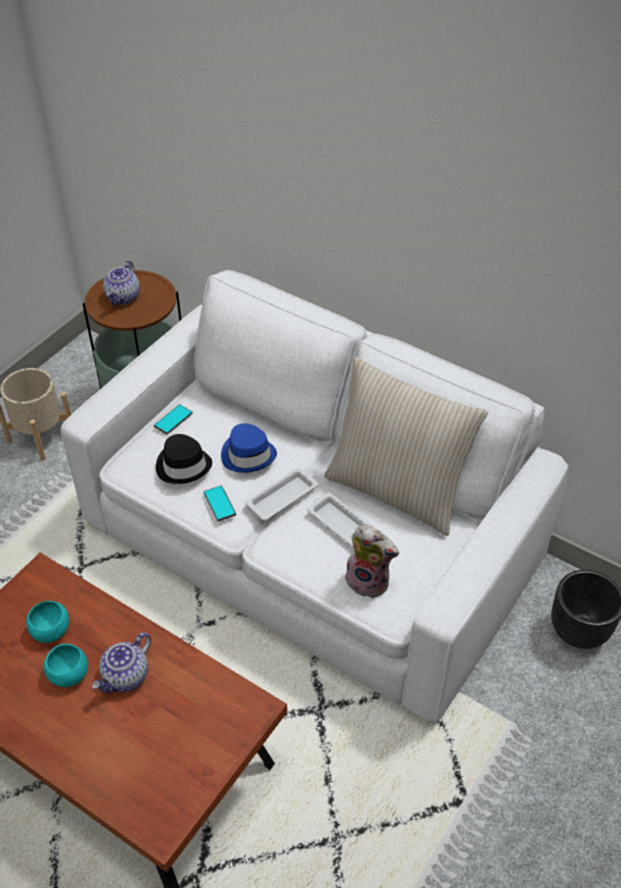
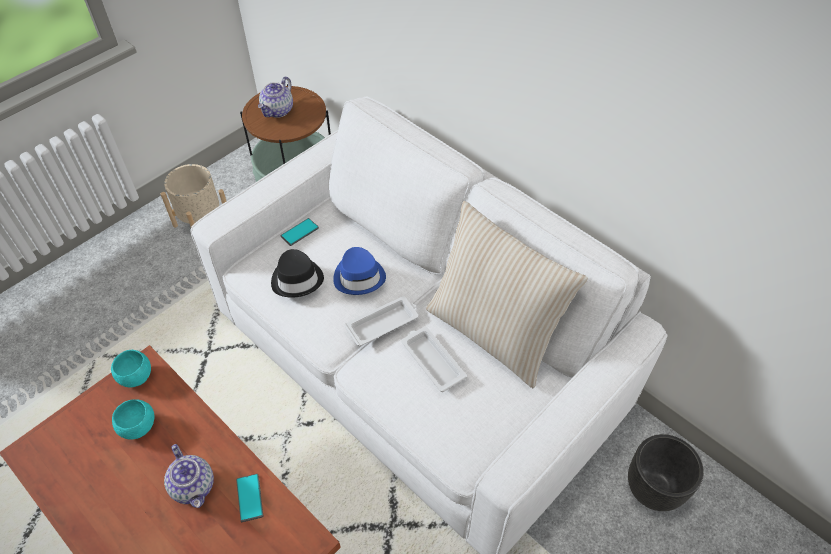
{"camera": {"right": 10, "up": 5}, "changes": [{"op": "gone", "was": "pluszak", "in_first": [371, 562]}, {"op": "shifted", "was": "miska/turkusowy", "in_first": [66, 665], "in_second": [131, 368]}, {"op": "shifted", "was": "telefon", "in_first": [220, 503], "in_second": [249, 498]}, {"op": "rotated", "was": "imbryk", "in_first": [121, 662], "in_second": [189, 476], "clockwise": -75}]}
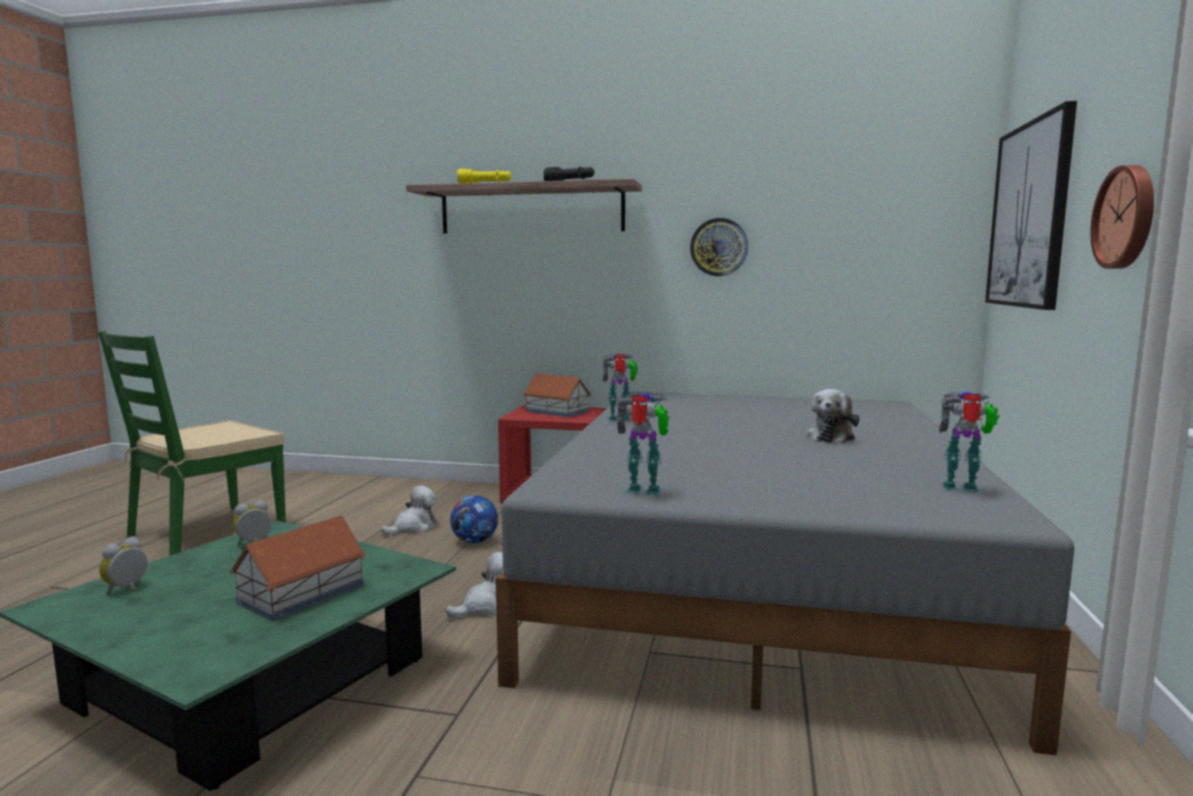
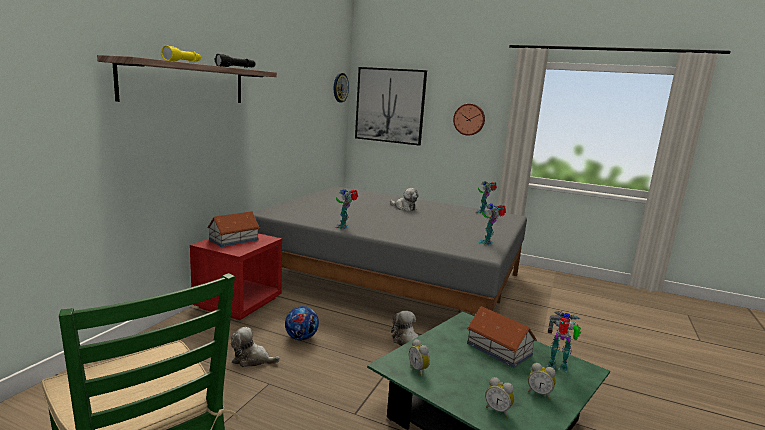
{"camera": {"right": -80, "up": 5}, "changes": [{"op": "new", "now": "budzik", "in_second": [542, 381]}, {"op": "new", "now": "robot zabawkowy", "in_second": [563, 341]}, {"op": "shifted", "was": "zegar ścienny", "in_first": [719, 247], "in_second": [341, 87]}, {"op": "rotated", "was": "pluszak", "in_first": [408, 510], "in_second": [255, 347], "clockwise": -45}]}
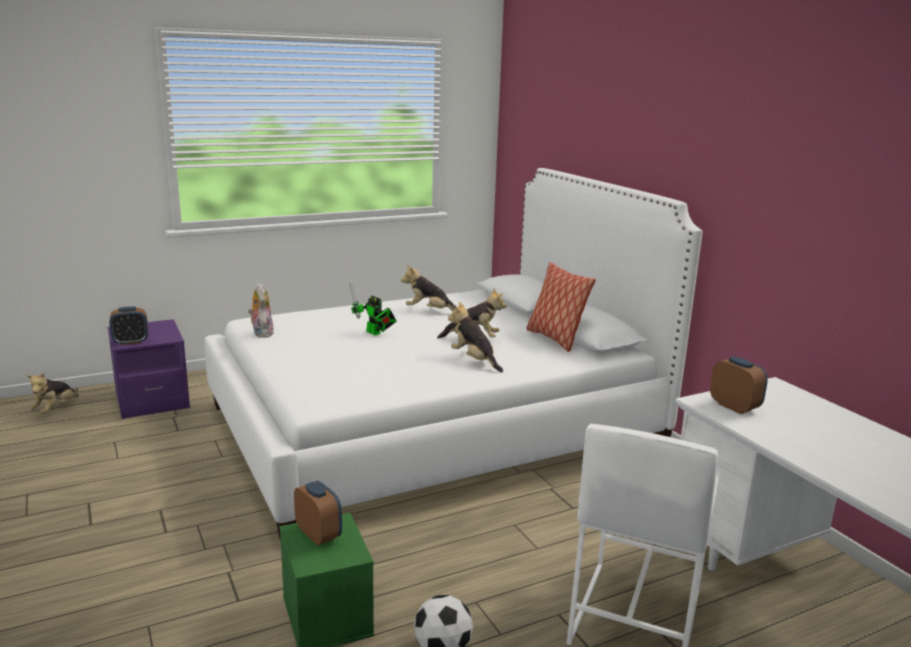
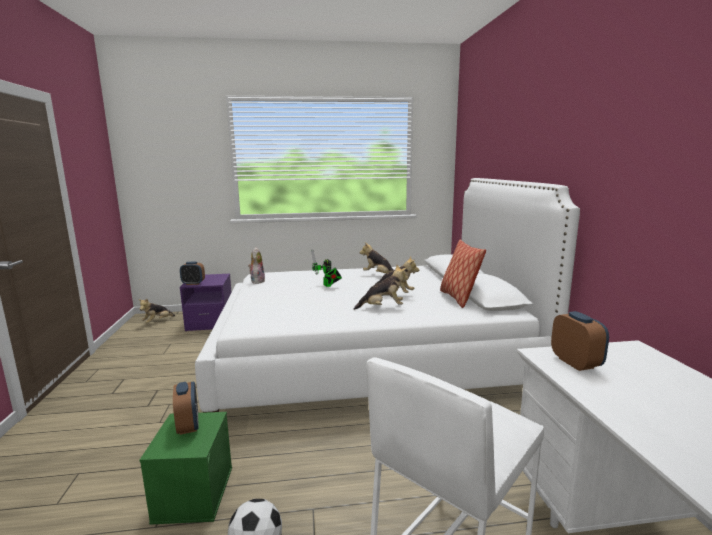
{"camera": {"right": 20, "up": -5}, "changes": [{"op": "rotated", "was": "pluszak", "in_first": [475, 337], "in_second": [380, 287], "clockwise": 105}]}
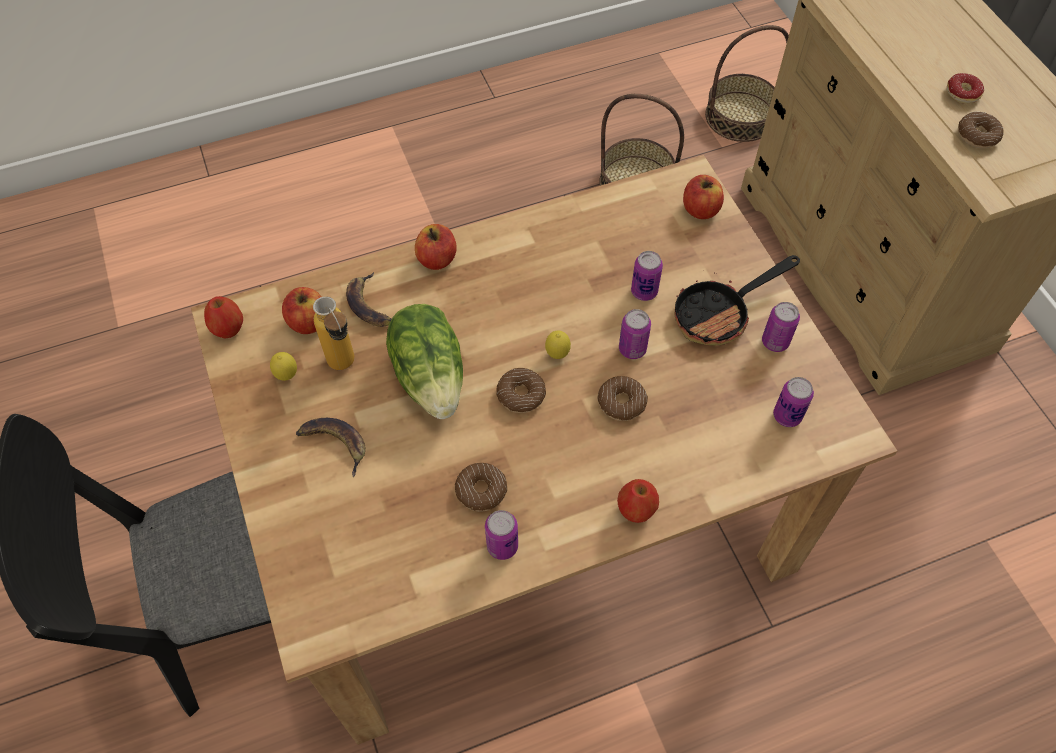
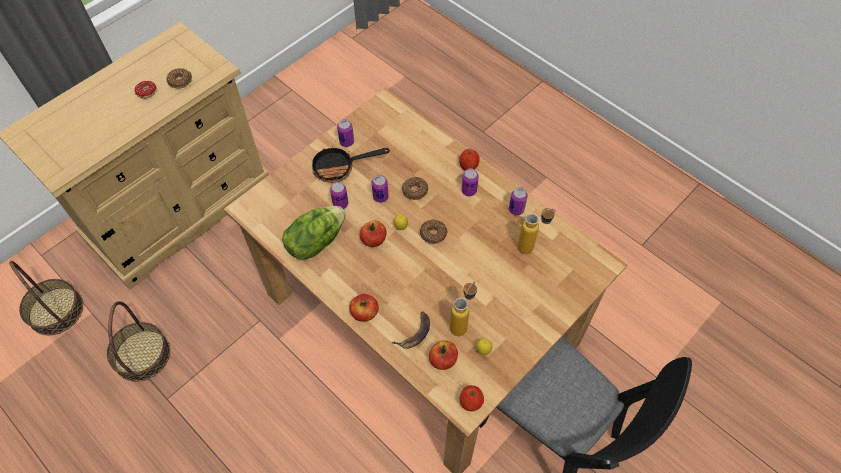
{"camera": {"right": -115, "up": 0}, "changes": [{"op": "gone", "was": "banan", "in_first": [331, 447]}, {"op": "gone", "was": "donut", "in_first": [481, 487]}, {"op": "new", "now": "butelka", "in_second": [536, 231]}, {"op": "shifted", "was": "sałata", "in_first": [424, 361], "in_second": [313, 232]}, {"op": "shifted", "was": "jabłko", "in_first": [703, 197], "in_second": [373, 233]}, {"op": "shifted", "was": "puszka", "in_first": [793, 402], "in_second": [470, 182]}, {"op": "rotated", "was": "patelnia", "in_first": [737, 300], "in_second": [351, 164], "clockwise": 135}]}
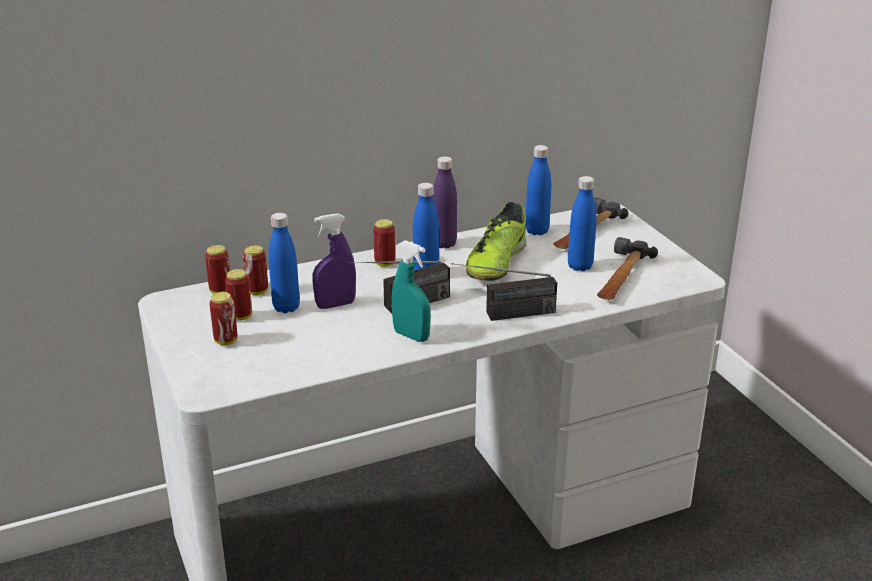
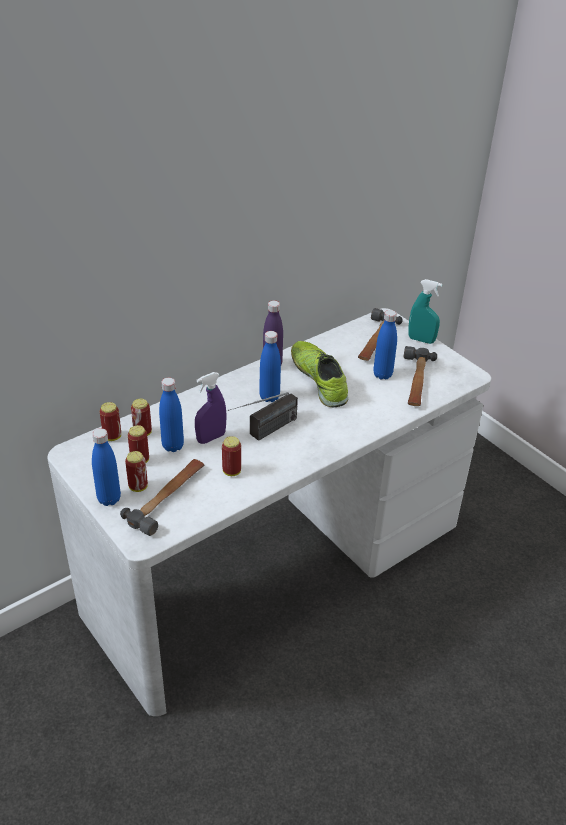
{"camera": {"right": -15, "up": 10}, "changes": [{"op": "gone", "was": "radio", "in_first": [504, 292]}, {"op": "new", "now": "młotek", "in_second": [162, 497]}, {"op": "shifted", "was": "puszka", "in_first": [384, 243], "in_second": [231, 456]}, {"op": "shifted", "was": "spryskiwacz/turkusowy", "in_first": [411, 291], "in_second": [425, 311]}, {"op": "shifted", "was": "butelka/niebieski", "in_first": [538, 190], "in_second": [106, 467]}, {"op": "rotated", "was": "but", "in_first": [496, 241], "in_second": [319, 374], "clockwise": 150}]}
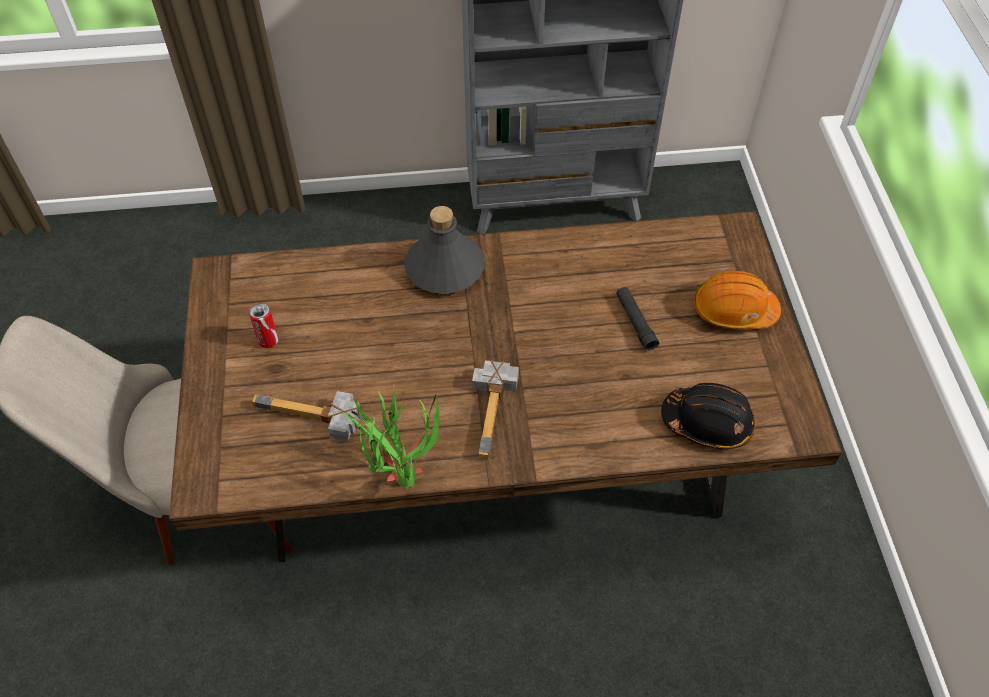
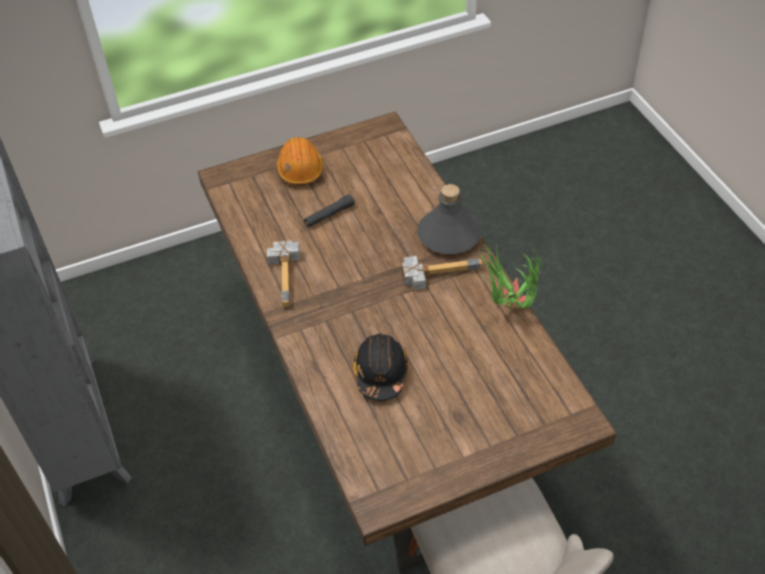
{"camera": {"right": -105, "up": -5}, "changes": [{"op": "gone", "was": "puszka", "in_first": [264, 325]}, {"op": "shifted", "was": "młotek", "in_first": [306, 416], "in_second": [283, 273]}, {"op": "shifted", "was": "butelka/szary", "in_first": [444, 250], "in_second": [449, 219]}, {"op": "shifted", "was": "kask/czarny", "in_first": [708, 416], "in_second": [380, 367]}]}
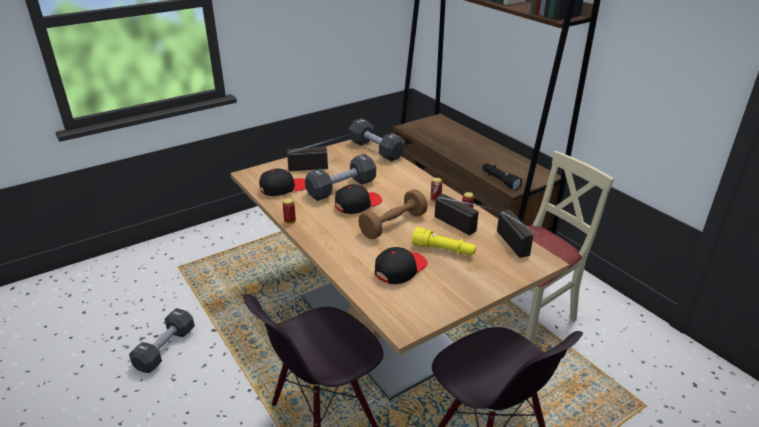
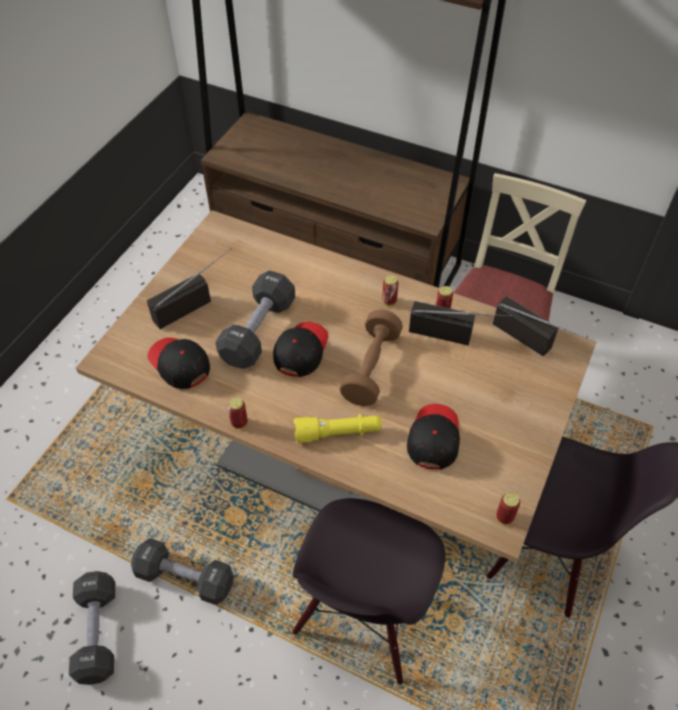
{"camera": {"right": -30, "up": 20}, "changes": [{"op": "gone", "was": "latarka/czarny", "in_first": [502, 177]}, {"op": "new", "now": "puszka", "in_second": [508, 509]}, {"op": "shifted", "was": "hantel/czarny", "in_first": [377, 140], "in_second": [182, 571]}, {"op": "shifted", "was": "latarka/żółty", "in_first": [444, 241], "in_second": [338, 428]}, {"op": "rotated", "was": "czapka z daszkiem/czarny", "in_first": [282, 182], "in_second": [178, 363], "clockwise": -75}]}
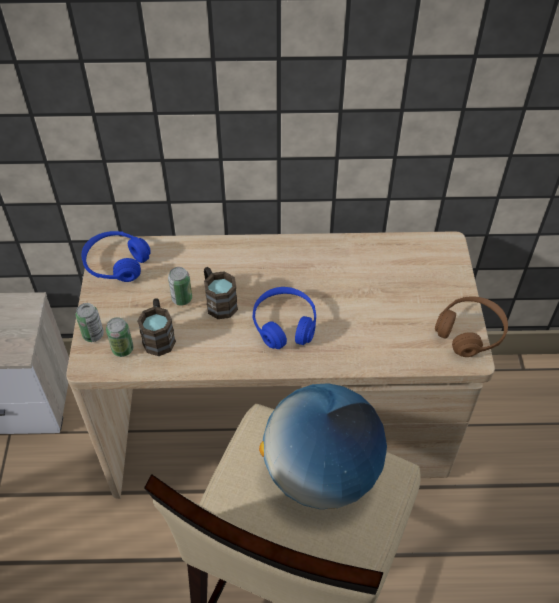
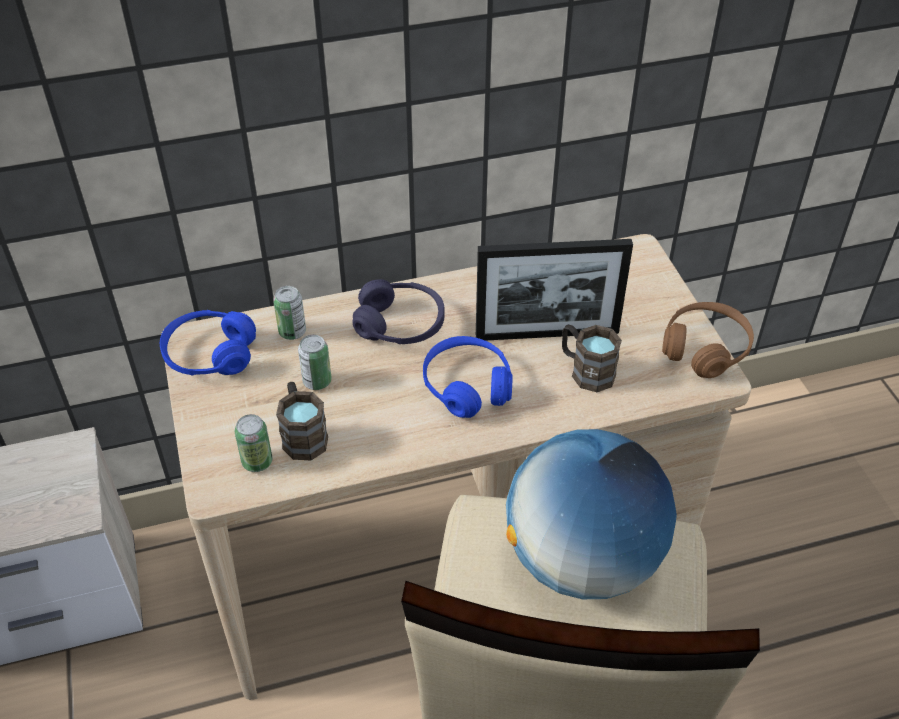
{"camera": {"right": -15, "up": -5}, "changes": [{"op": "new", "now": "słuchawki/fioletowy", "in_second": [398, 311]}, {"op": "new", "now": "ramka na zdjęcie", "in_second": [554, 290]}, {"op": "shifted", "was": "puszka", "in_first": [90, 322], "in_second": [289, 313]}, {"op": "shifted", "was": "kubek/brązowy", "in_first": [221, 293], "in_second": [592, 358]}]}
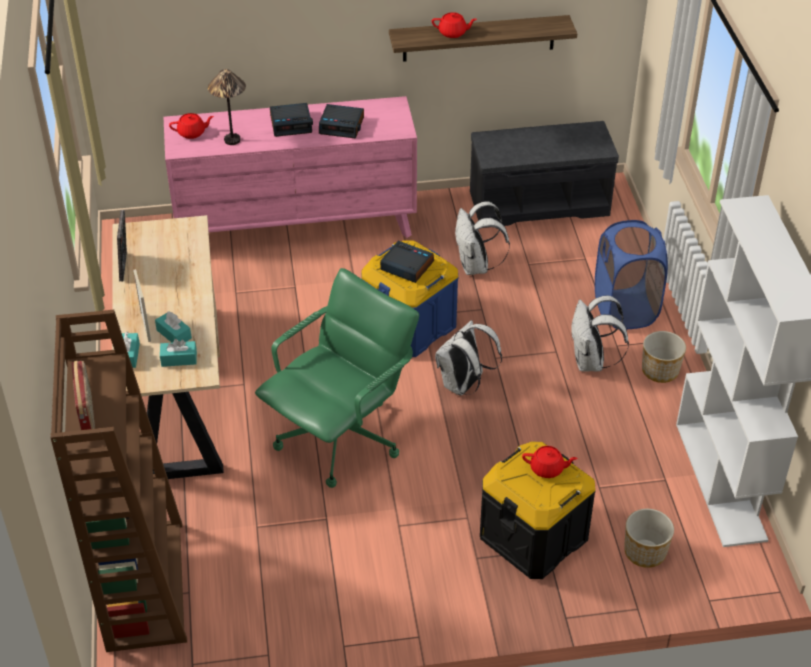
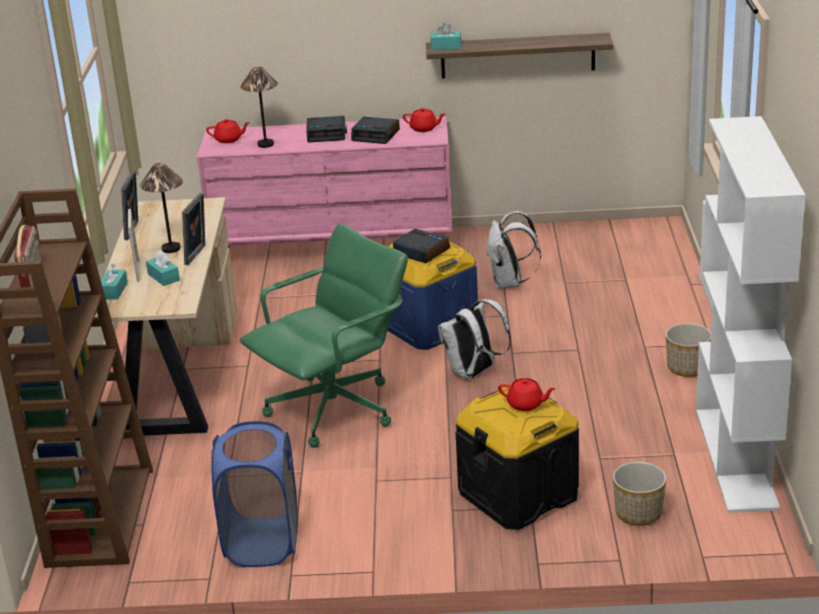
{"camera": {"right": 10, "up": -15}, "changes": [{"op": "gone", "was": "ławka/szary", "in_first": [544, 174]}, {"op": "gone", "was": "plecak/biały", "in_first": [600, 333]}, {"op": "new", "now": "lampa stołowa", "in_second": [161, 208]}, {"op": "new", "now": "ramka na zdjęcie", "in_second": [193, 229]}, {"op": "shifted", "was": "pudełko chusteczek/turkusowy", "in_first": [178, 353], "in_second": [446, 36]}, {"op": "shifted", "was": "imbryk/czerwony", "in_first": [454, 25], "in_second": [424, 120]}, {"op": "shifted", "was": "kosz na pranie/niebieski", "in_first": [631, 275], "in_second": [254, 494]}]}
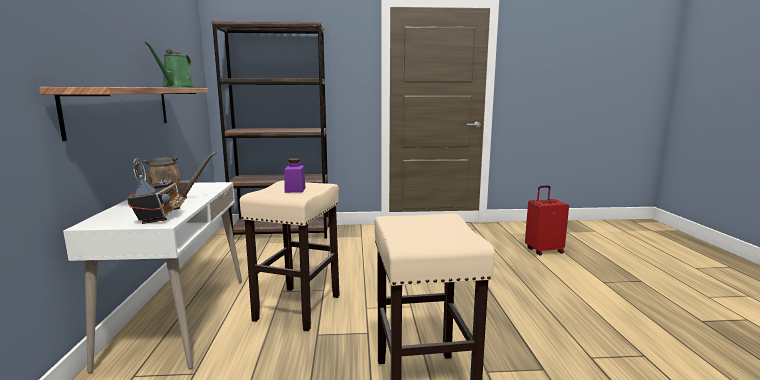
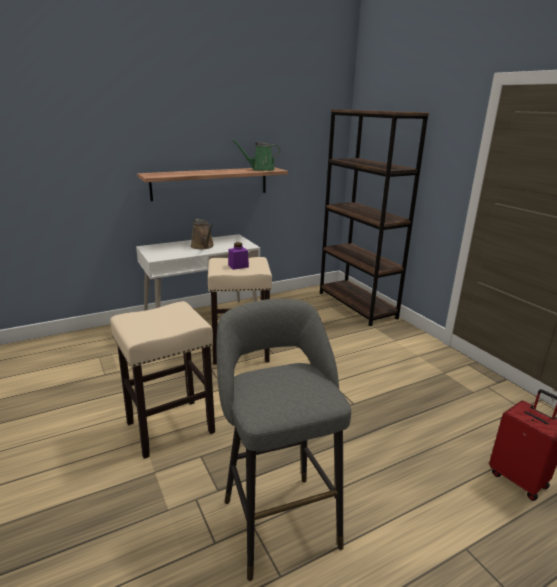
{"camera": {"right": 65, "up": 10}, "changes": [{"op": "gone", "was": "radio", "in_first": [155, 191]}, {"op": "new", "now": "stołek/szary", "in_second": [283, 440]}]}
